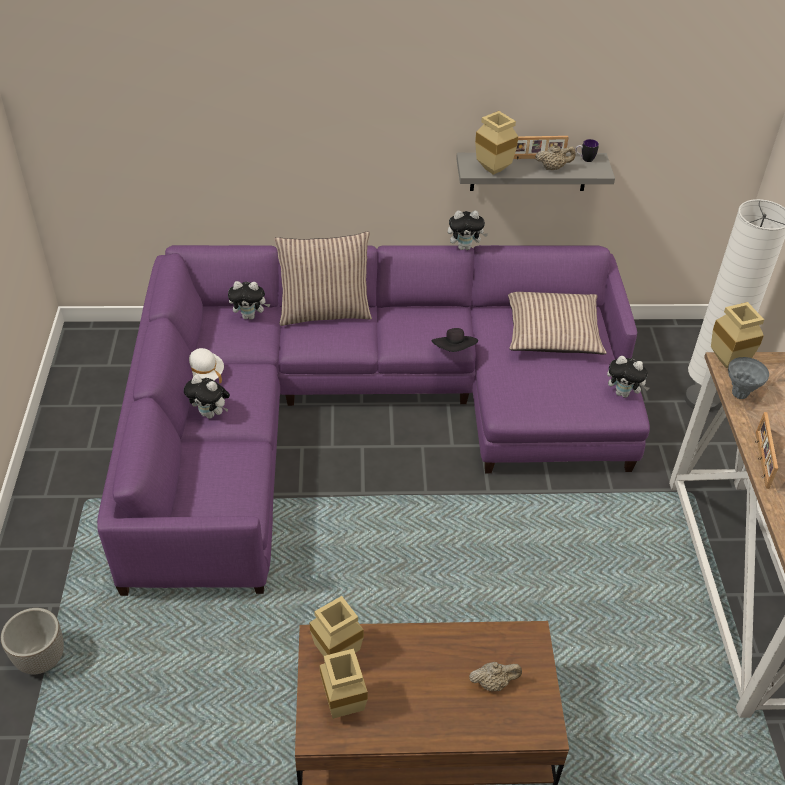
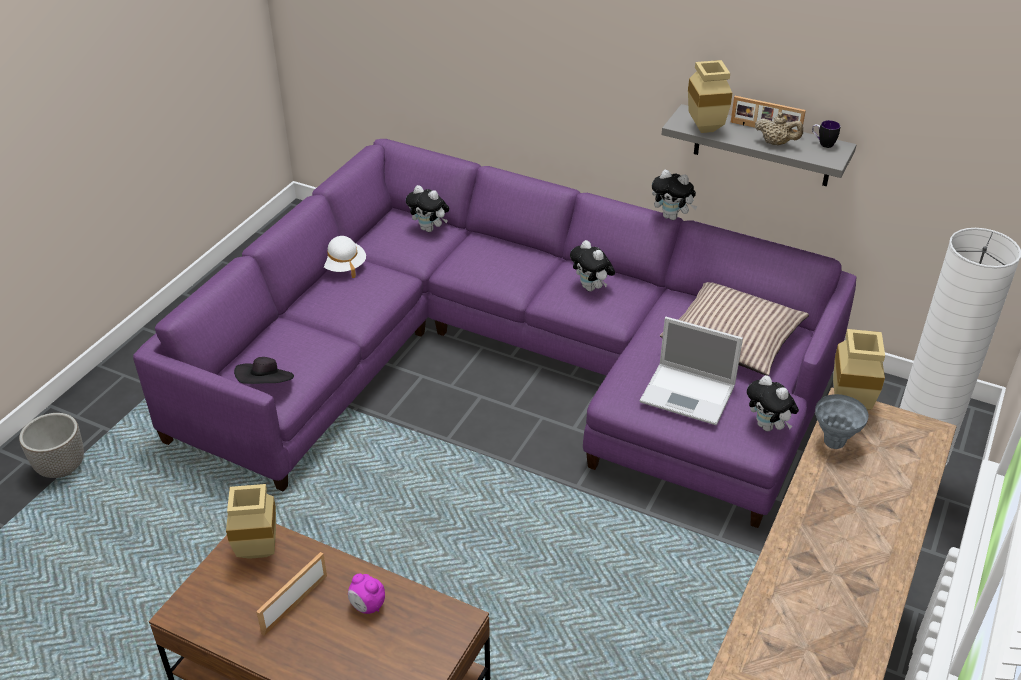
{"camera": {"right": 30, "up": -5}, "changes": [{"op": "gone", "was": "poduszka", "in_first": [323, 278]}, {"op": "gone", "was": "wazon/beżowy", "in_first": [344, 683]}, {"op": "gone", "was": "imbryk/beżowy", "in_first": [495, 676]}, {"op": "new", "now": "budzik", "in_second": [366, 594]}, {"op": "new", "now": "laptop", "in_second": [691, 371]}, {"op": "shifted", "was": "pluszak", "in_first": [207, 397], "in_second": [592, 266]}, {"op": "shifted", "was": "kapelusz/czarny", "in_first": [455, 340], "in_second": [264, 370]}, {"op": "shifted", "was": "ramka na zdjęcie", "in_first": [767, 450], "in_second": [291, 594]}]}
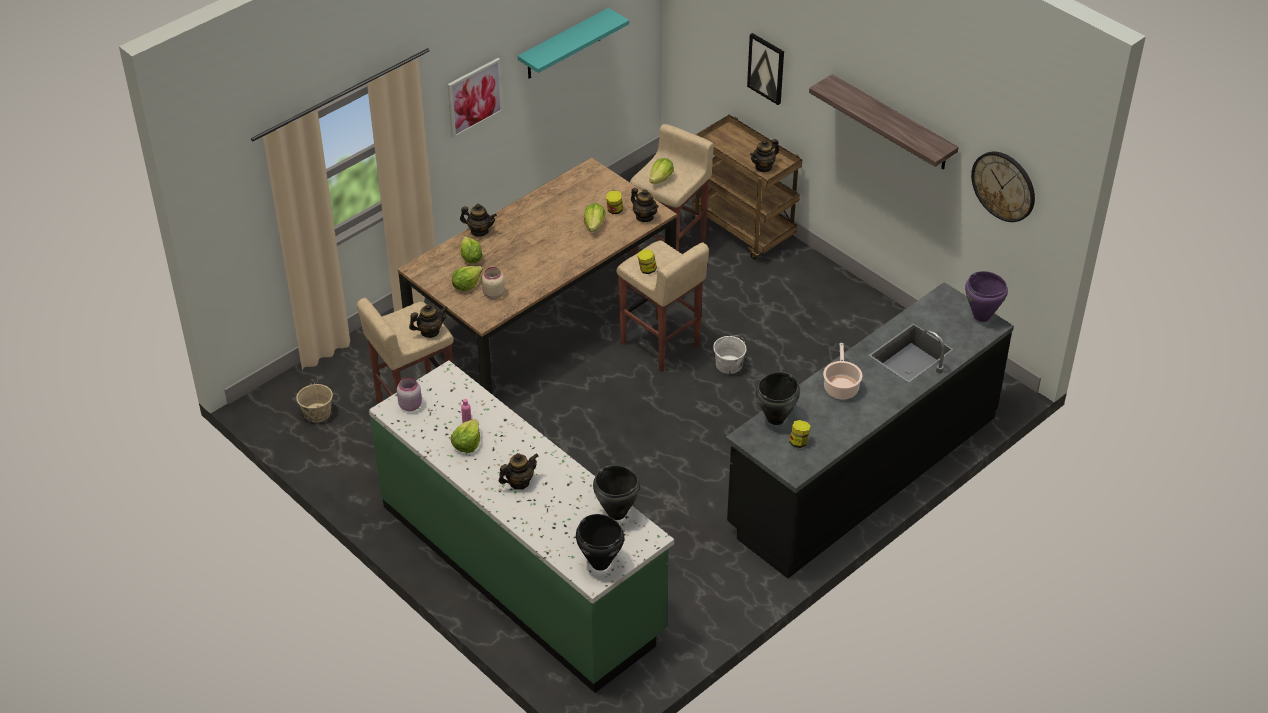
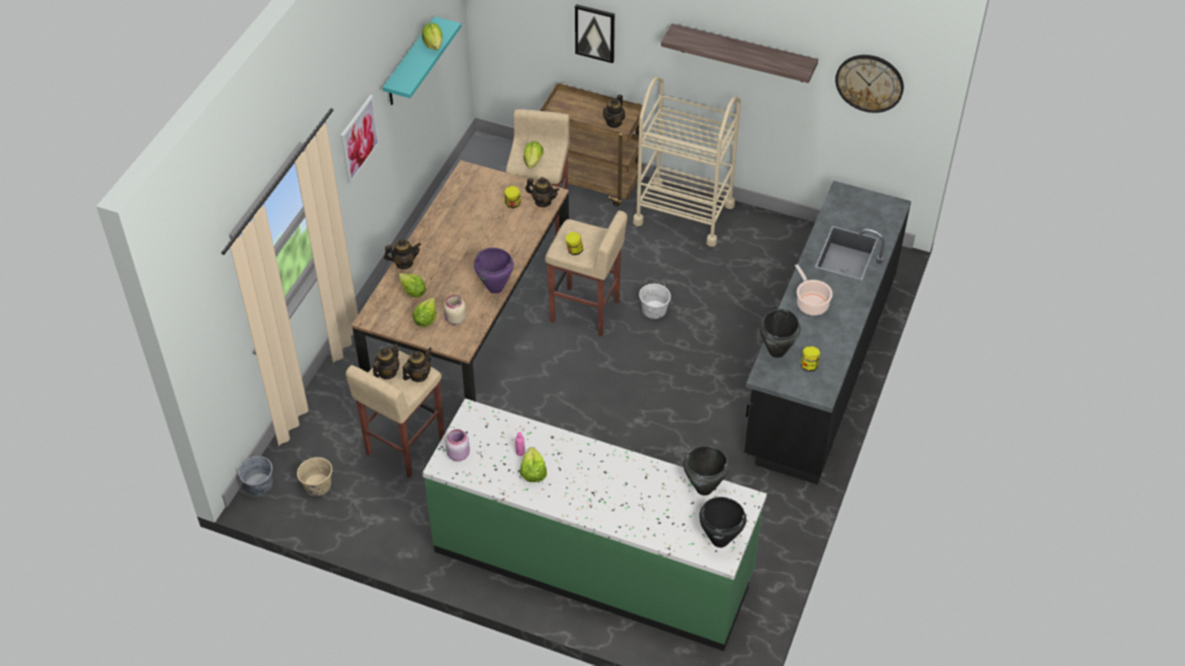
{"camera": {"right": -25, "up": 5}, "changes": [{"op": "new", "now": "wiadro/szary", "in_second": [256, 475]}, {"op": "new", "now": "wózek/beżowy", "in_second": [687, 162]}, {"op": "shifted", "was": "imbryk", "in_first": [519, 471], "in_second": [386, 361]}, {"op": "shifted", "was": "sałata", "in_first": [594, 217], "in_second": [432, 36]}, {"op": "shifted", "was": "garnek/fioletowy", "in_first": [986, 296], "in_second": [494, 271]}]}
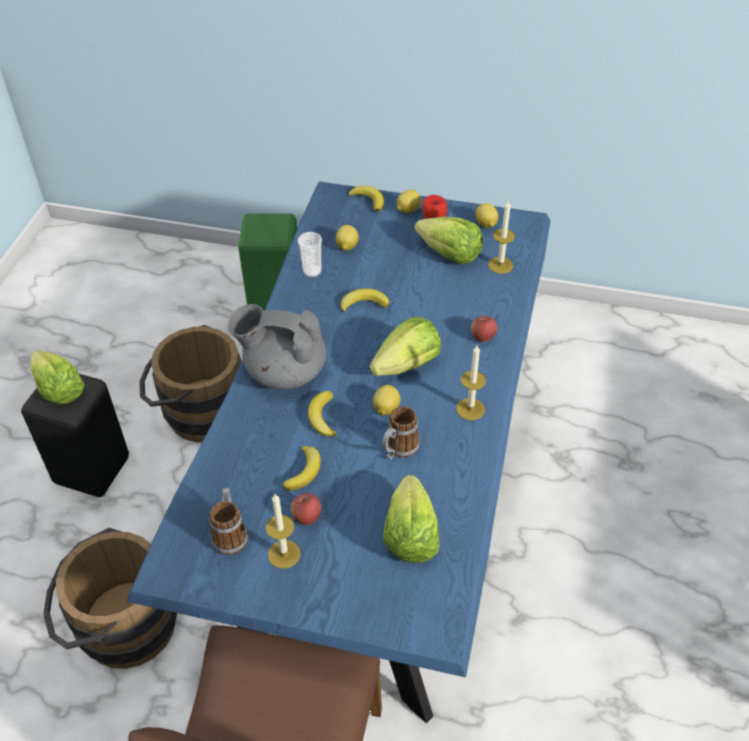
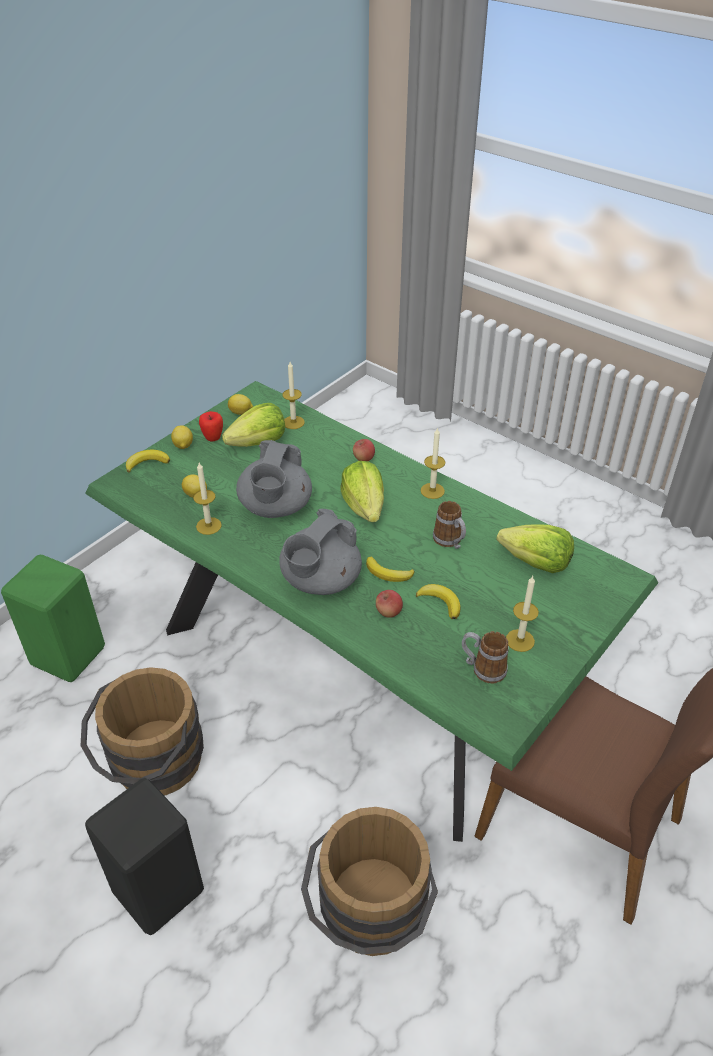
{"camera": {"right": -65, "up": -5}, "changes": [{"op": "gone", "was": "sałata", "in_first": [58, 377]}, {"op": "gone", "was": "cytryna", "in_first": [386, 400]}, {"op": "shifted", "was": "jabłko", "in_first": [306, 509], "in_second": [389, 604]}, {"op": "swapped", "was": "filiżanka", "now": "świeca", "in_first": [310, 254], "in_second": [207, 499]}, {"op": "swapped", "was": "banan", "now": "imbryk/szary", "in_first": [365, 300], "in_second": [274, 479]}, {"op": "repainted", "was": "stół jadalny/niebieski", "now": "stół jadalny/zielony", "in_first": [338, 453], "in_second": [371, 611]}]}
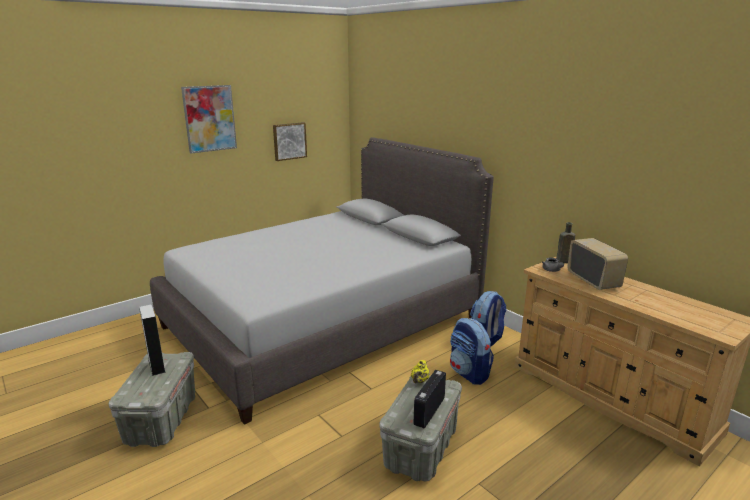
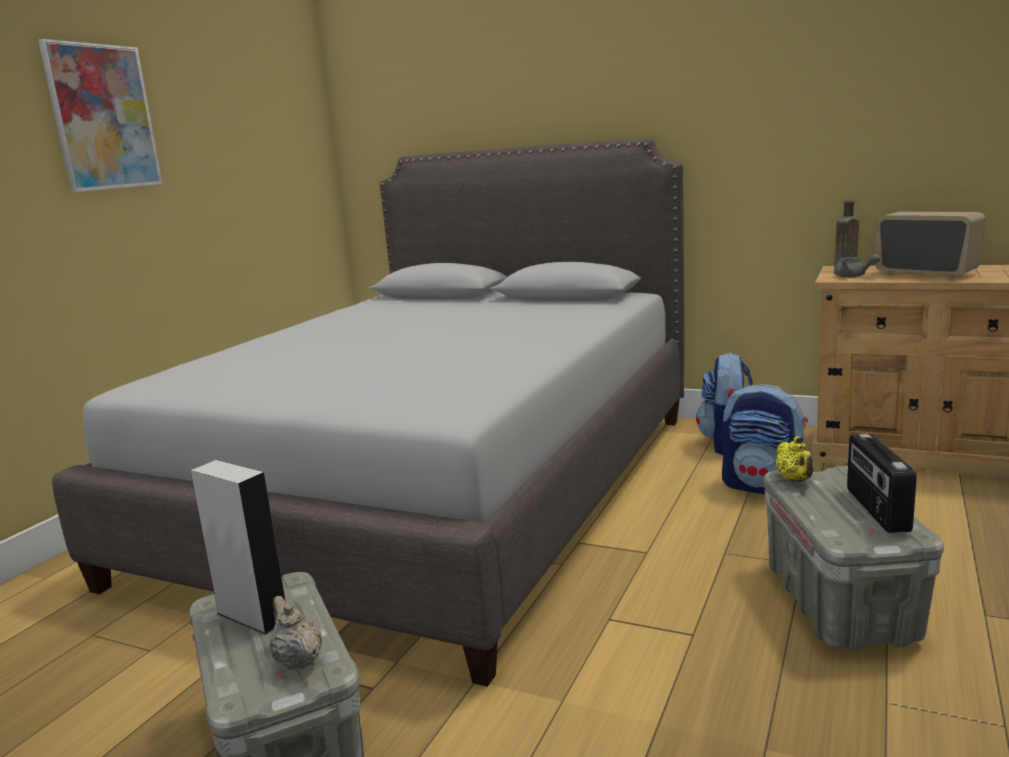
{"camera": {"right": -25, "up": -5}, "changes": [{"op": "gone", "was": "obraz", "in_first": [290, 141]}, {"op": "new", "now": "imbryk/beżowy", "in_second": [296, 633]}]}
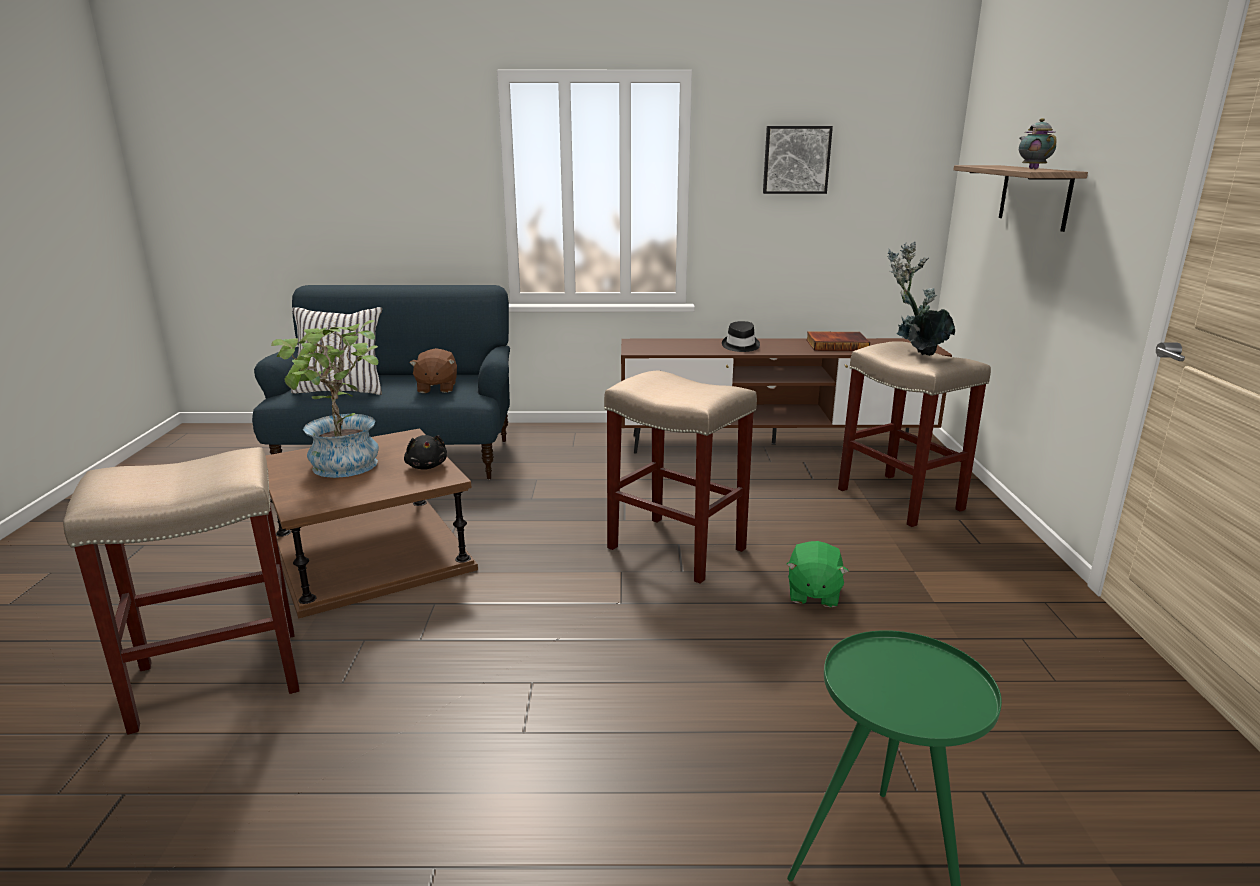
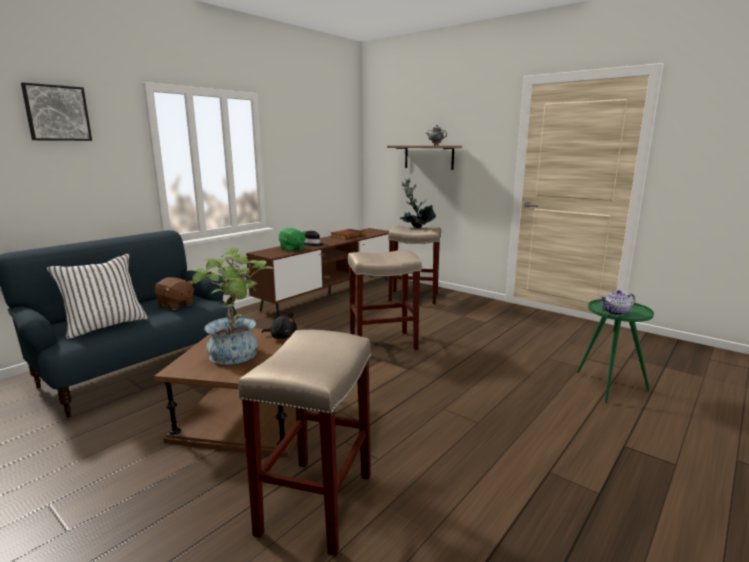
{"camera": {"right": -50, "up": -5}, "changes": [{"op": "new", "now": "imbryk", "in_second": [617, 303]}, {"op": "shifted", "was": "obraz", "in_first": [798, 160], "in_second": [56, 111]}, {"op": "shifted", "was": "pluszak/zielony", "in_first": [817, 574], "in_second": [292, 240]}]}
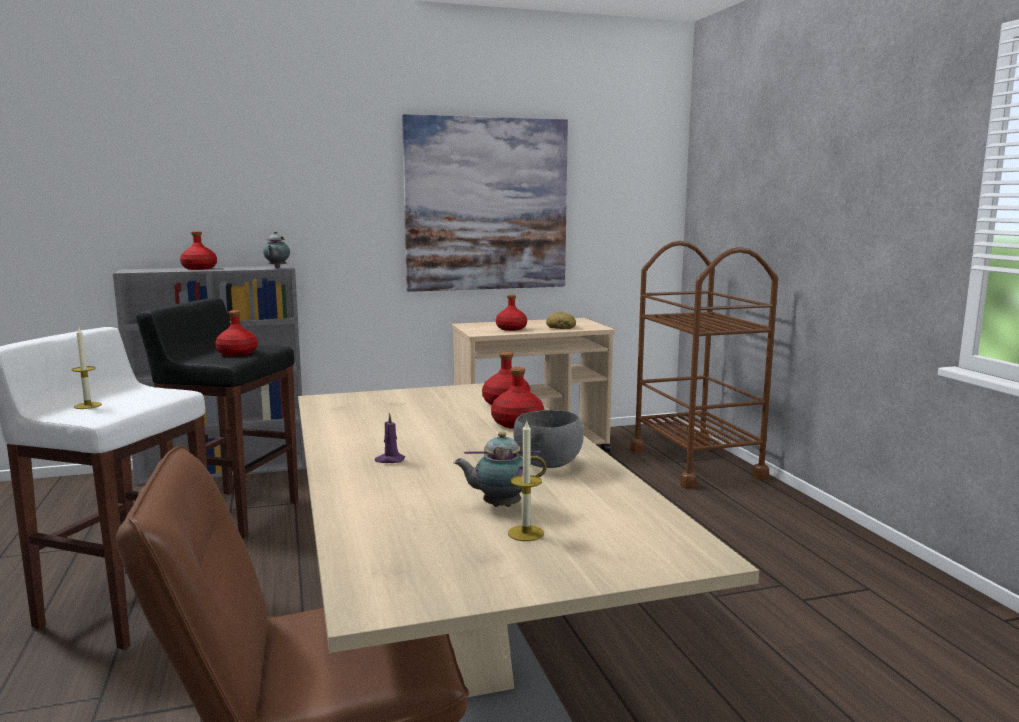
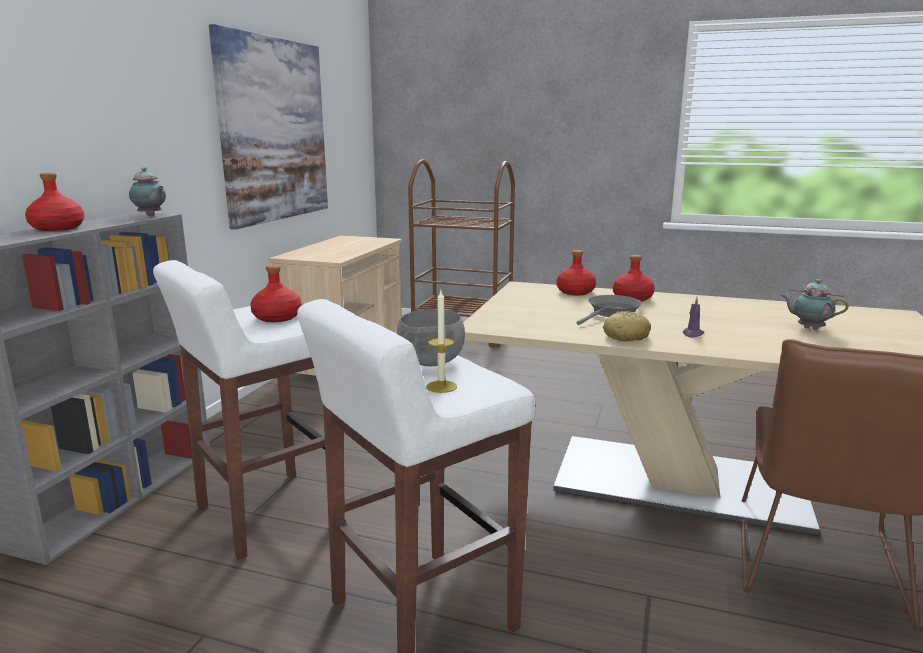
{"camera": {"right": -55, "up": 5}, "changes": [{"op": "gone", "was": "butelka/czerwony", "in_first": [511, 313]}, {"op": "gone", "was": "świeca", "in_first": [526, 481]}, {"op": "new", "now": "patelnia/szary", "in_second": [609, 310]}, {"op": "shifted", "was": "miska/szary", "in_first": [548, 439], "in_second": [431, 337]}, {"op": "shifted", "was": "chleb", "in_first": [561, 320], "in_second": [627, 326]}, {"op": "repainted", "was": "stołek/czarny", "now": "stołek/biały", "in_first": [217, 418], "in_second": [239, 410]}, {"op": "rotated", "was": "imbryk", "in_first": [500, 469], "in_second": [815, 304], "clockwise": 90}]}
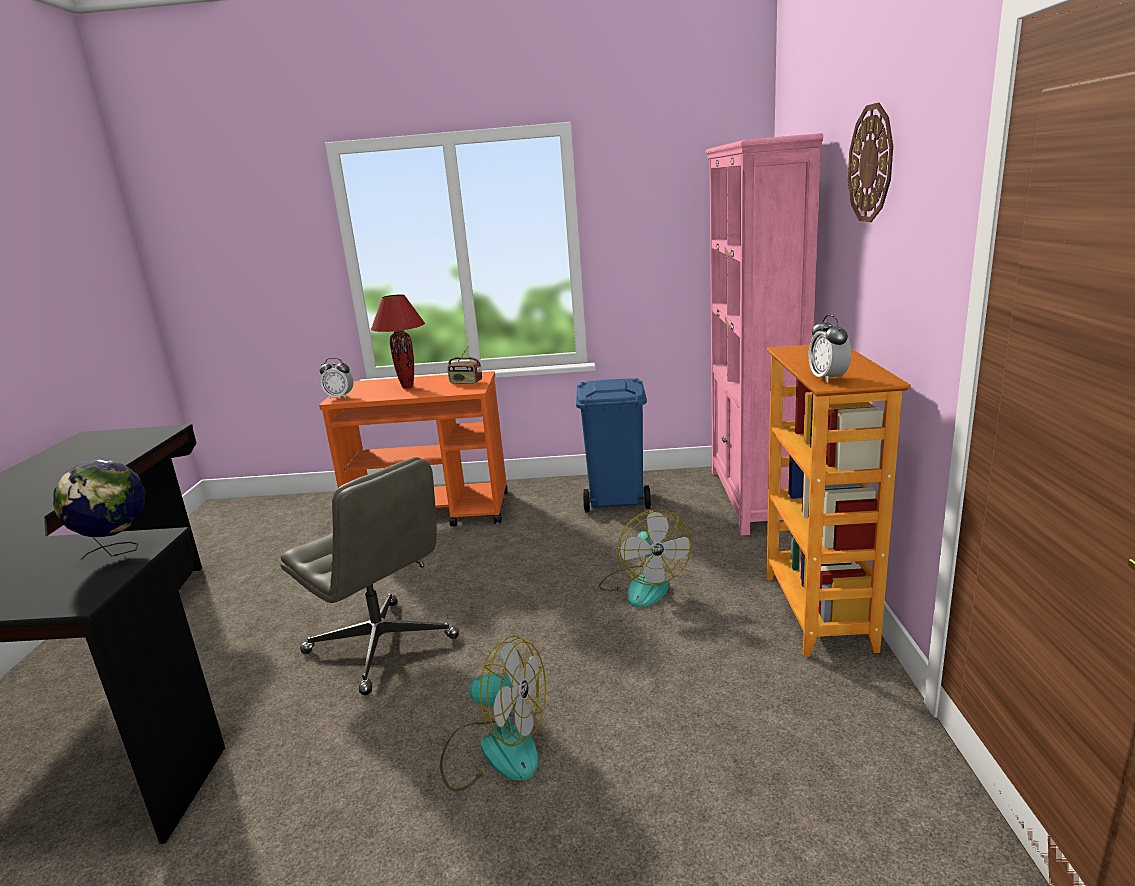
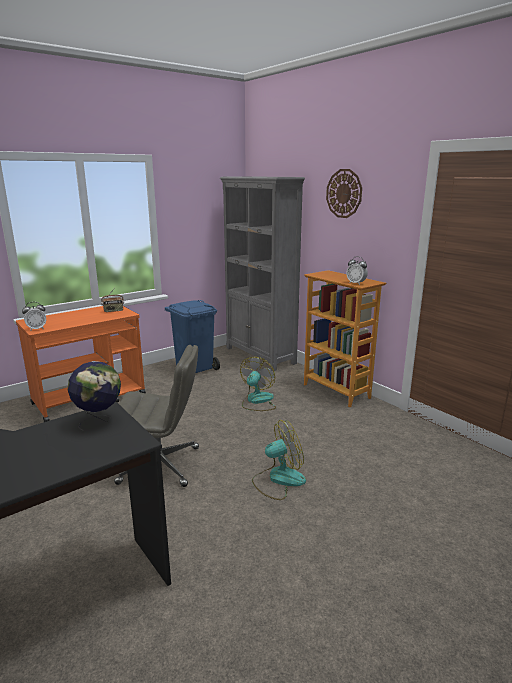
{"camera": {"right": -40, "up": 0}, "changes": [{"op": "gone", "was": "lampa stołowa/czerwony", "in_first": [398, 341]}, {"op": "repainted", "was": "regał/różowy", "now": "regał/szary", "in_first": [764, 334], "in_second": [262, 273]}, {"op": "rotated", "was": "wentylator", "in_first": [645, 558], "in_second": [258, 384], "clockwise": -105}]}
